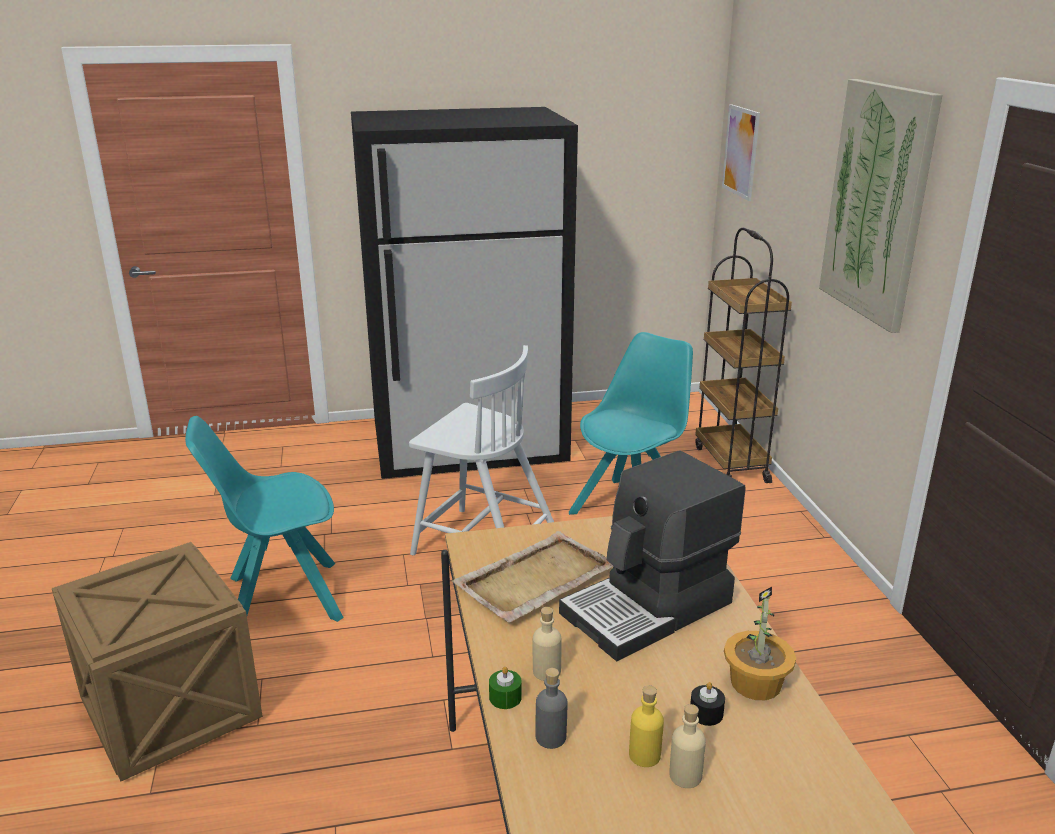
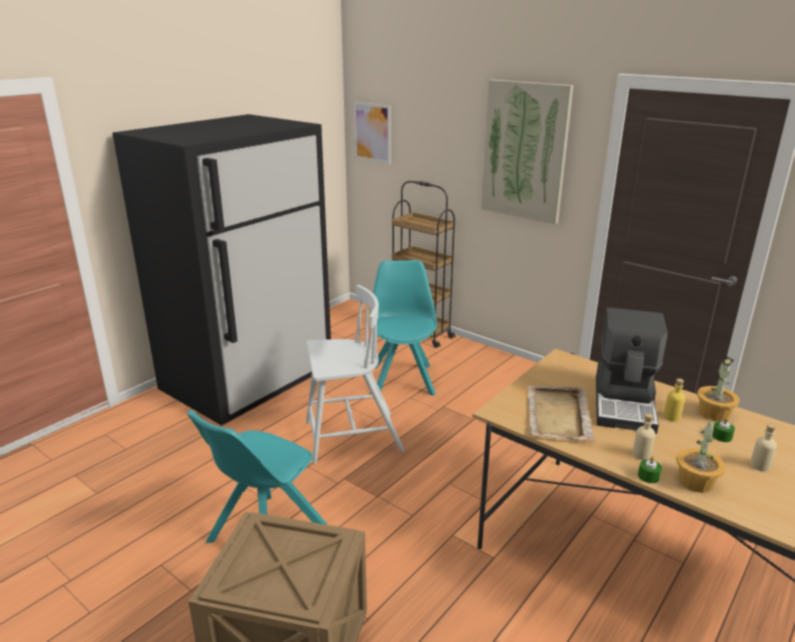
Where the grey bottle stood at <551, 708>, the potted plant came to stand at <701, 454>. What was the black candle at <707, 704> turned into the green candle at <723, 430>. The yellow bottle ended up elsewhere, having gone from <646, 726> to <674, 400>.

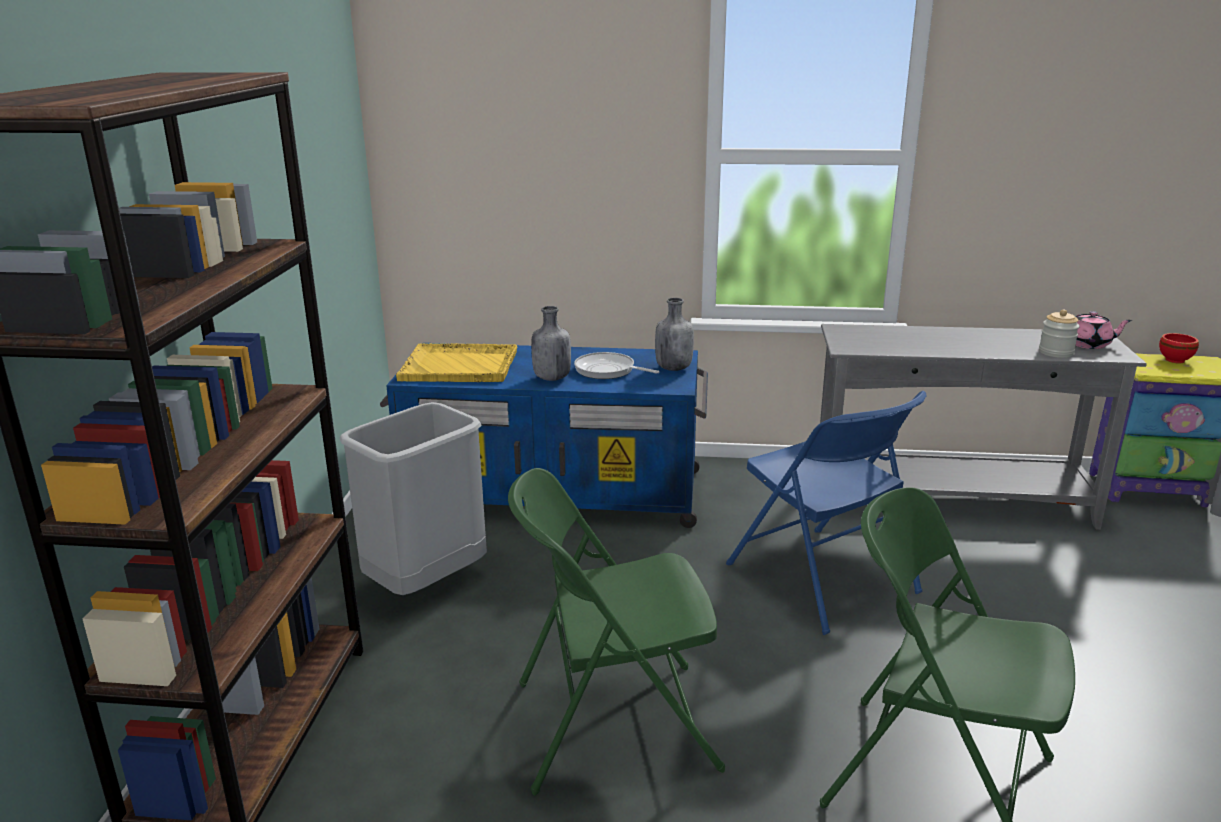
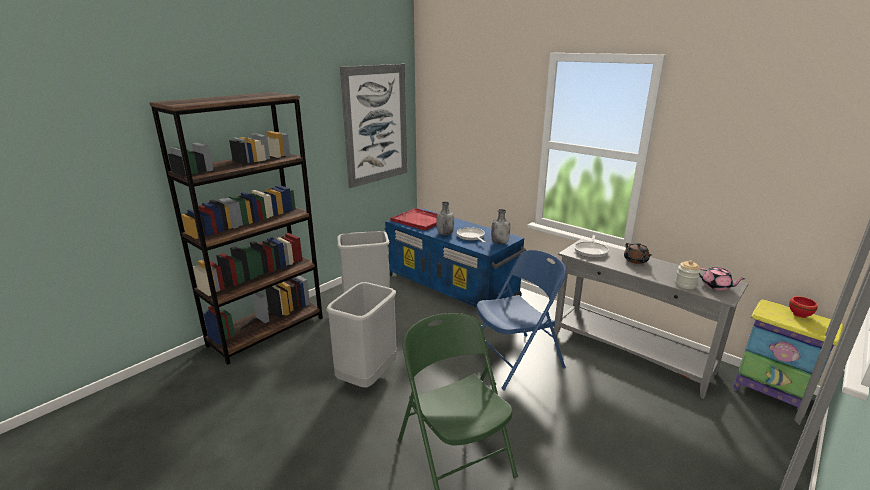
What was the yellow tray at <456, 362> turned into the red tray at <413, 219>. The blue chair at <826, 513> ended up facing another way, 120 degrees counterclockwise from before. Where the green chair stood at <616, 632>, the grey trash can came to stand at <361, 335>. The second view gained the picture at <373, 126>. The second view gained the frying pan at <591, 246>. The second view gained the brown teapot at <638, 253>.

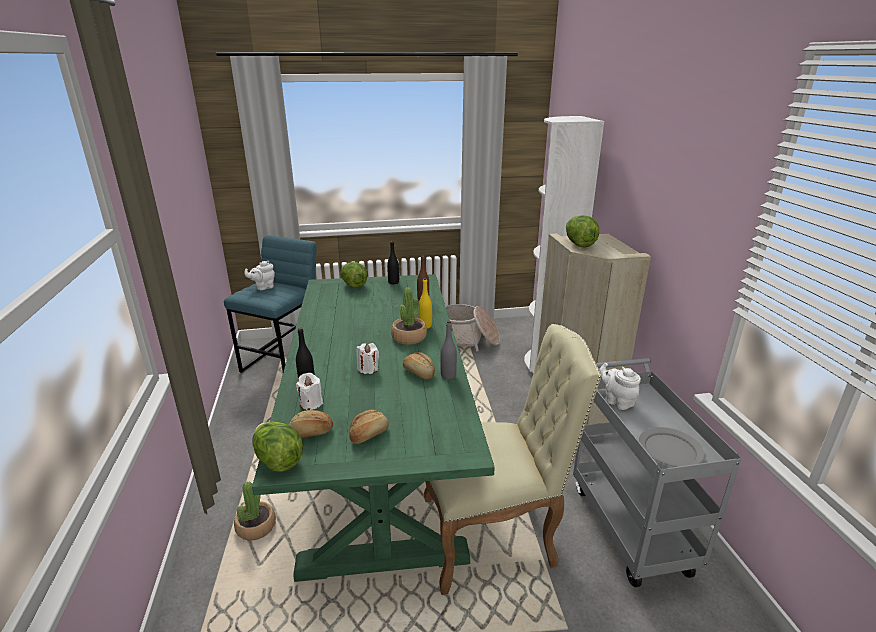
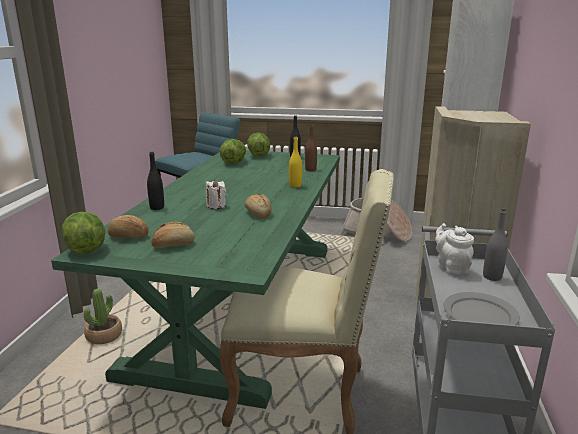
The lettuce ended up elsewhere, having gone from <582, 231> to <233, 151>. The second view lost the white teapot at <259, 275>. The second view lost the potted plant at <409, 316>. The grey bottle ended up elsewhere, having gone from <448, 350> to <495, 244>. The second view lost the white candle at <309, 391>.

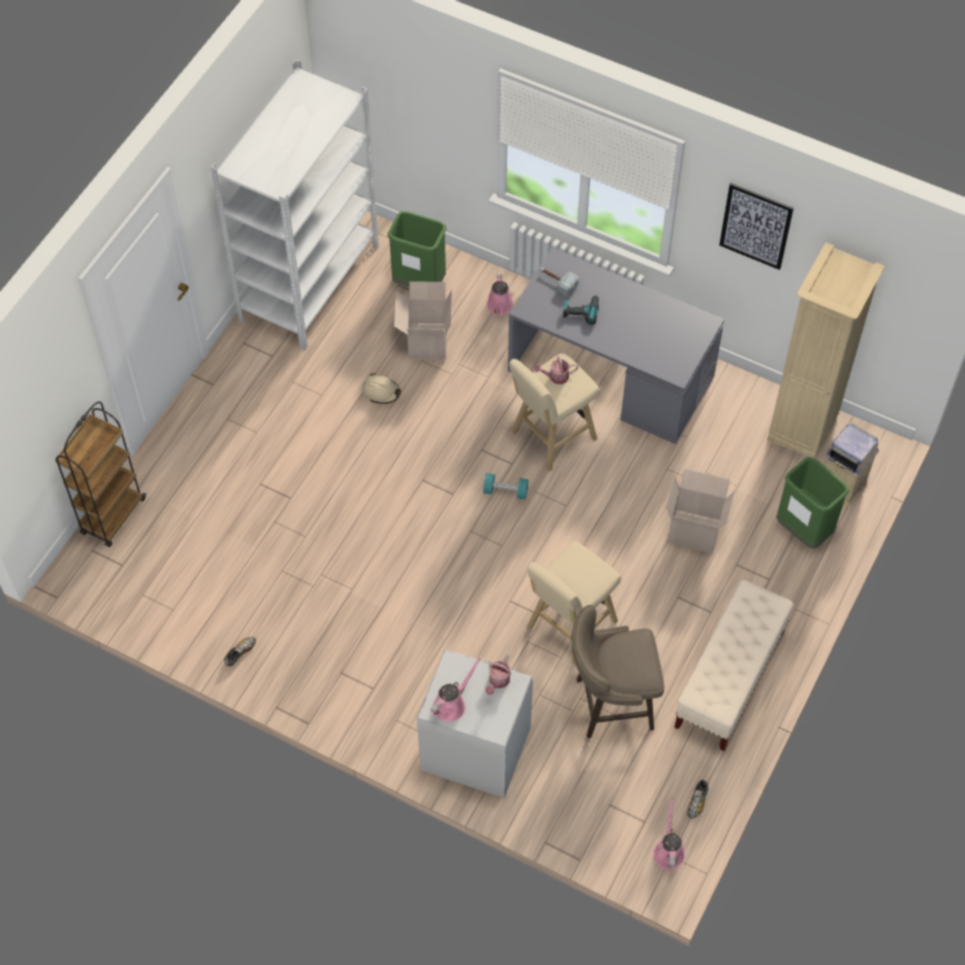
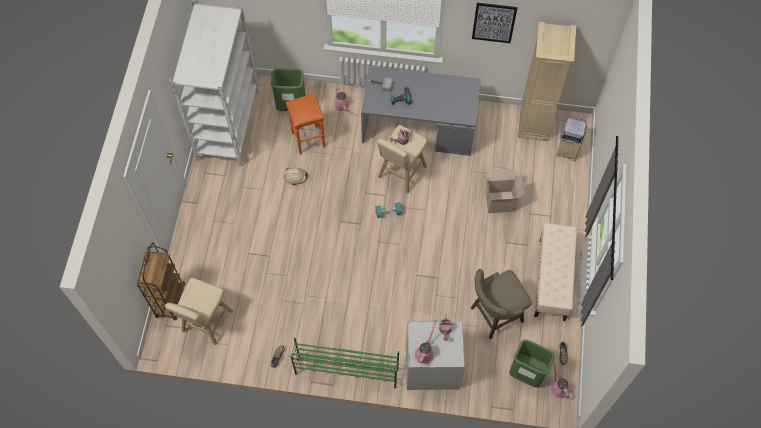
Where the cardboard box stood at <423, 320>, the orange stool came to stand at <305, 124>. The green trash can ended up elsewhere, having gone from <812, 503> to <532, 363>. The beige stool ended up elsewhere, having gone from <574, 603> to <199, 311>. The second view gained the green shoe rack at <344, 362>.

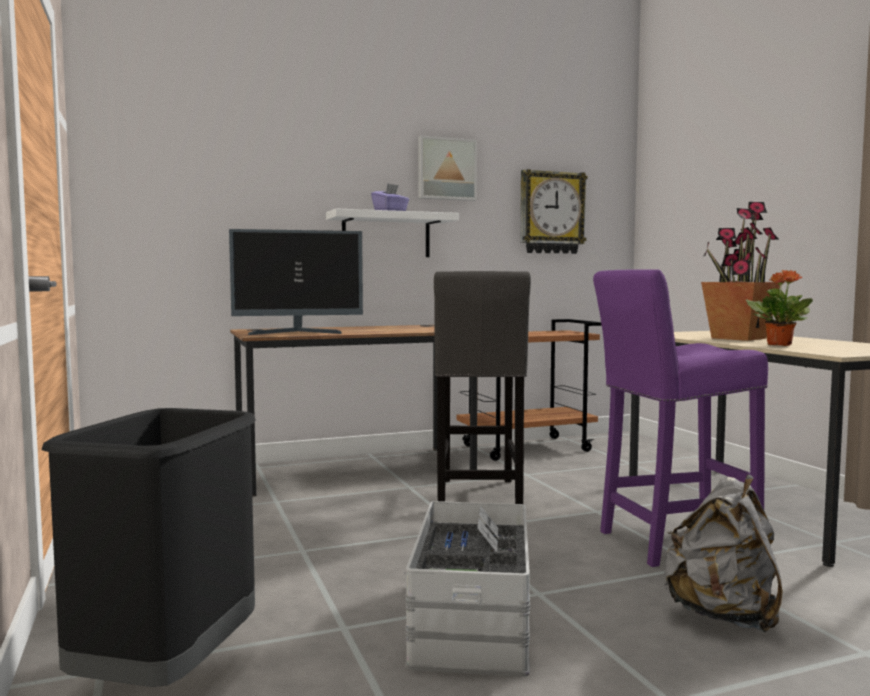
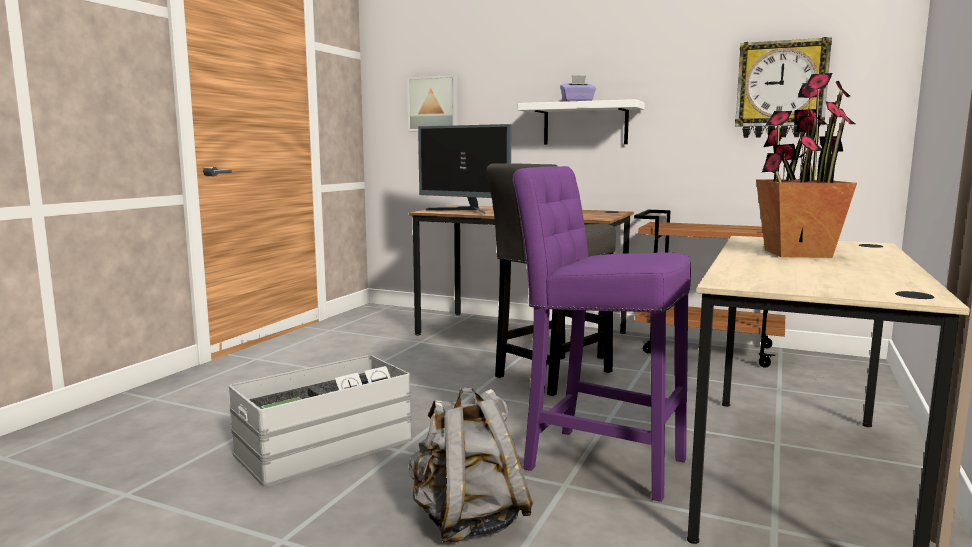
The picture ended up elsewhere, having gone from <447, 168> to <432, 103>. The second view lost the potted plant at <779, 308>. The second view lost the black trash can at <148, 547>.

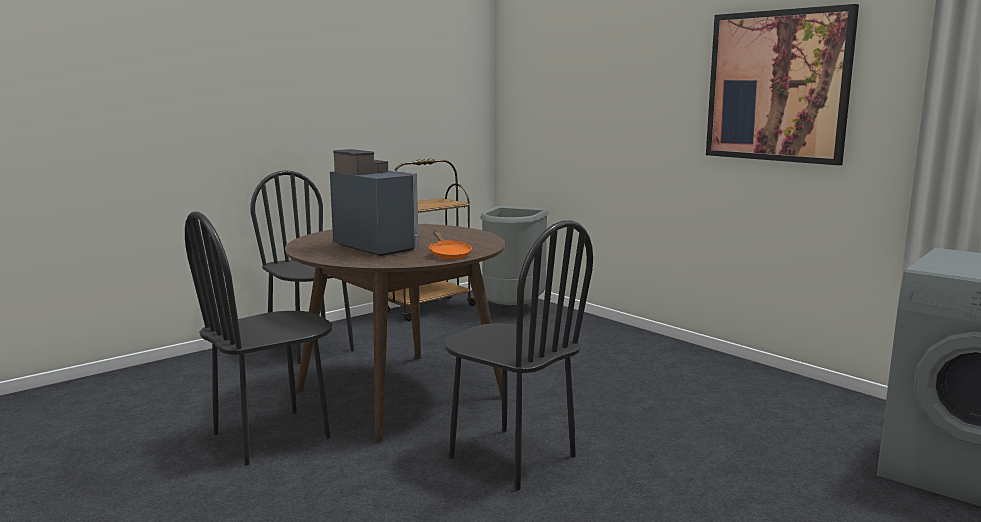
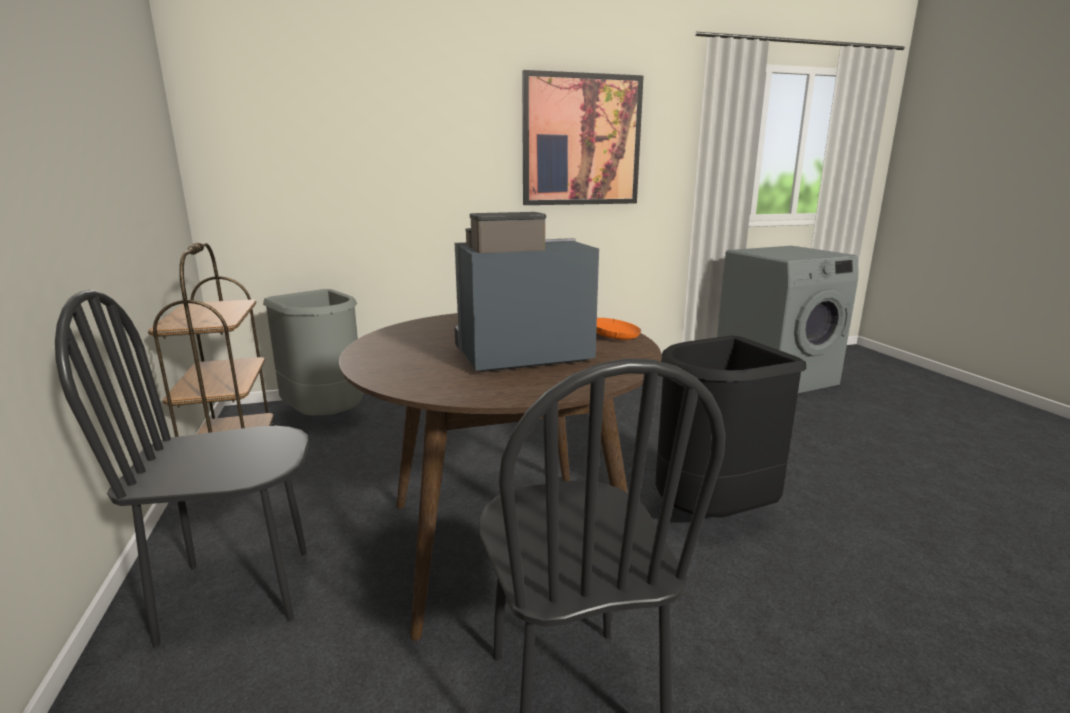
Where the black chair stood at <518, 355>, the black trash can came to stand at <730, 426>.

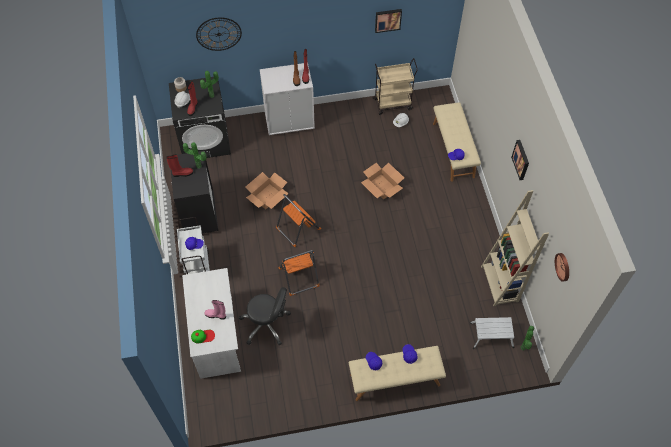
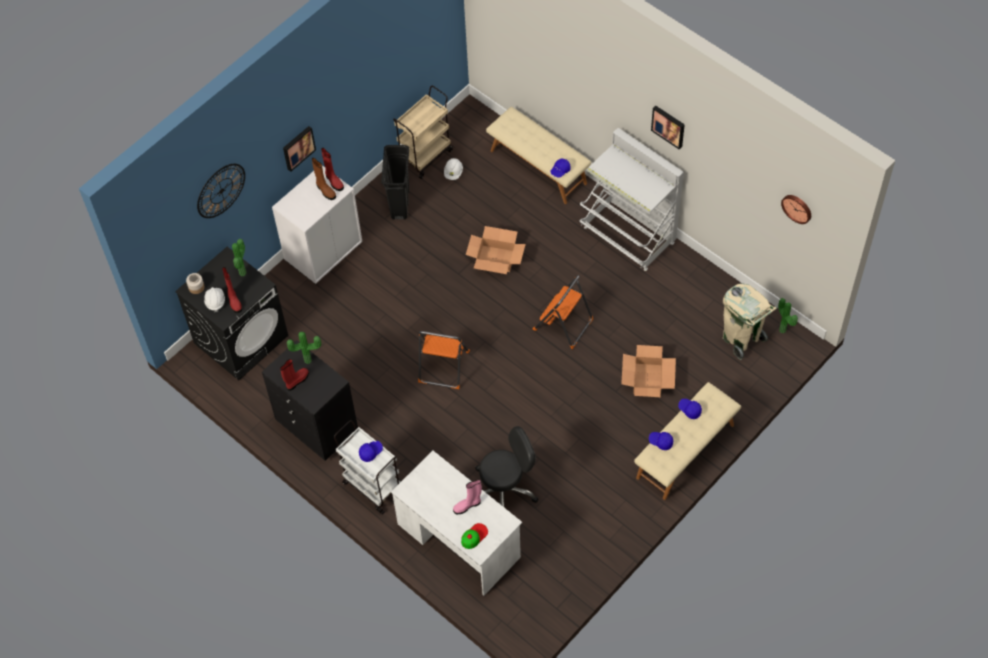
The picture ended up elsewhere, having gone from <388, 21> to <299, 149>. The cardboard box ended up elsewhere, having gone from <267, 190> to <648, 371>. The second view lost the beige bookcase at <515, 248>. The orange step ladder ended up elsewhere, having gone from <298, 273> to <562, 312>. Where the white step ladder stood at <492, 333>, the beige trash can came to stand at <750, 321>. The second view gained the white shoe rack at <632, 199>. The second view gained the black trash can at <395, 182>.

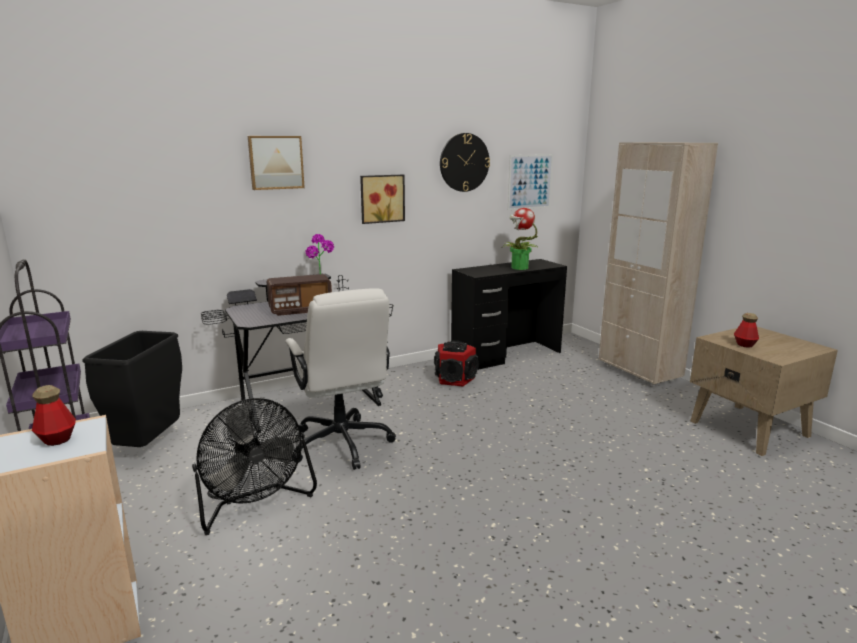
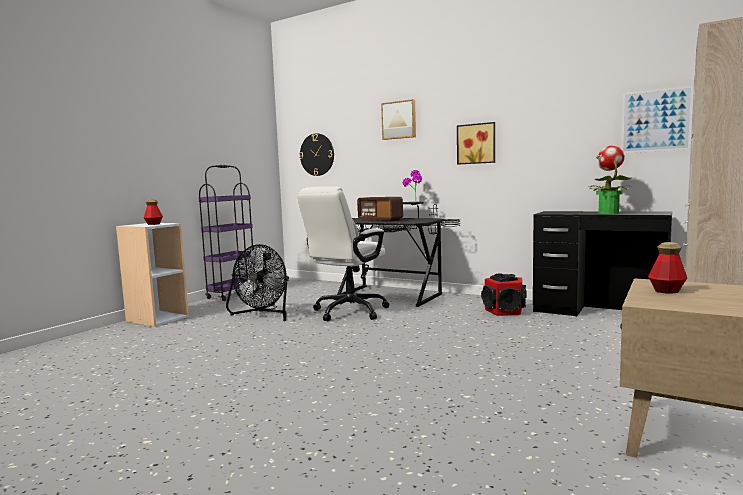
The wall clock ended up elsewhere, having gone from <465, 162> to <316, 154>. The second view lost the black trash can at <132, 389>.

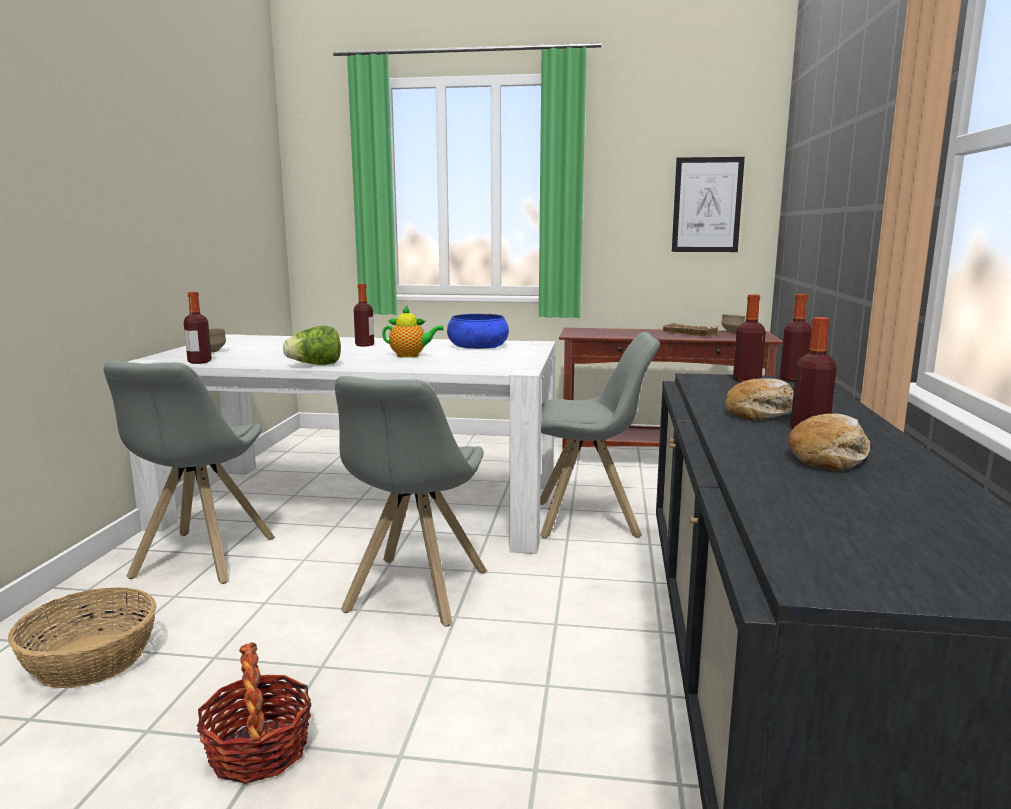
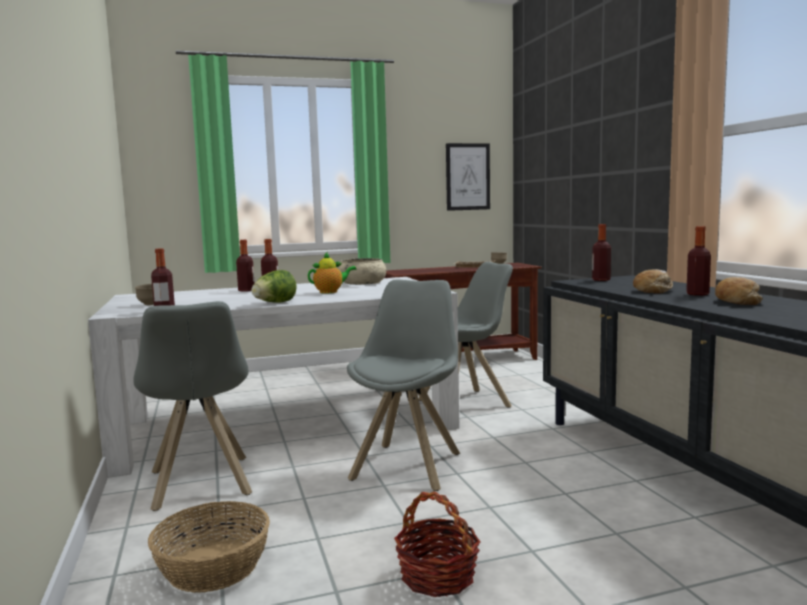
The bottle ended up elsewhere, having gone from <796, 337> to <245, 266>. What was the blue bowl at <478, 331> turned into the beige bowl at <362, 271>. The grey chair at <411, 501> ended up facing another way, 150 degrees counterclockwise from before.

